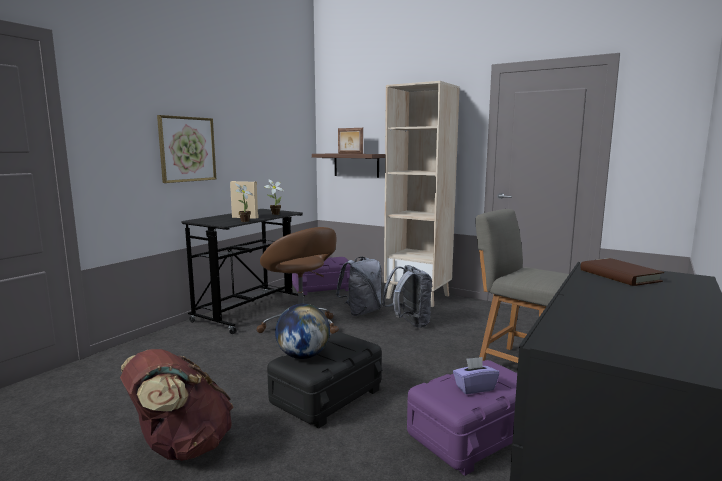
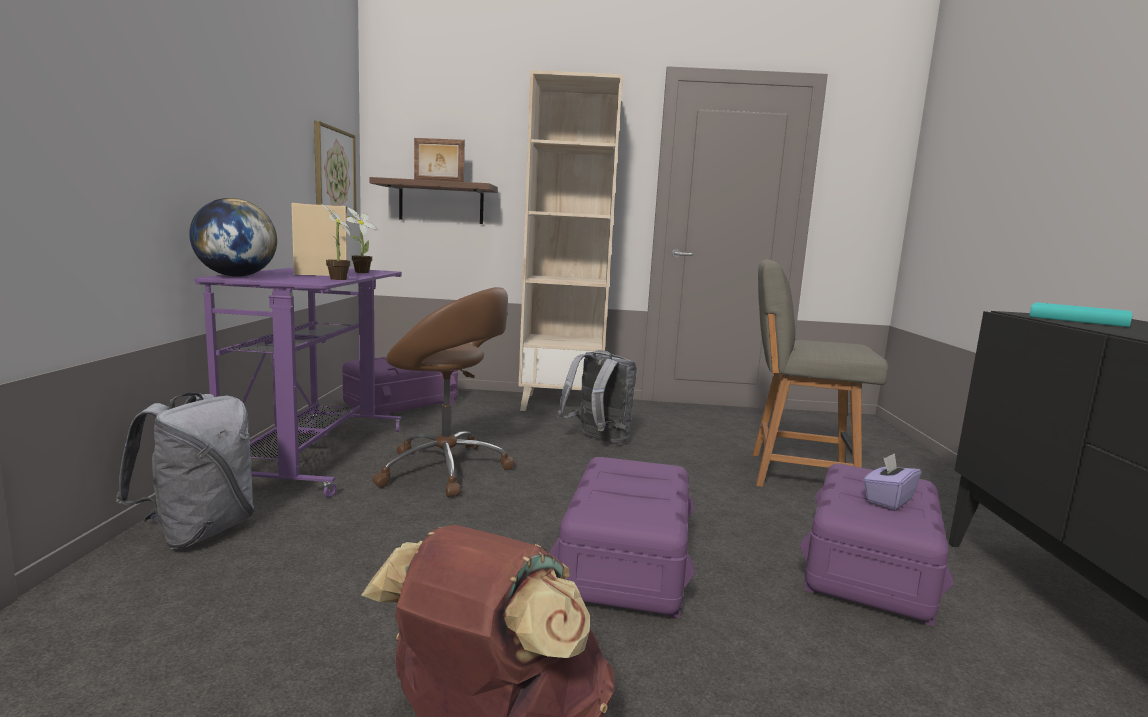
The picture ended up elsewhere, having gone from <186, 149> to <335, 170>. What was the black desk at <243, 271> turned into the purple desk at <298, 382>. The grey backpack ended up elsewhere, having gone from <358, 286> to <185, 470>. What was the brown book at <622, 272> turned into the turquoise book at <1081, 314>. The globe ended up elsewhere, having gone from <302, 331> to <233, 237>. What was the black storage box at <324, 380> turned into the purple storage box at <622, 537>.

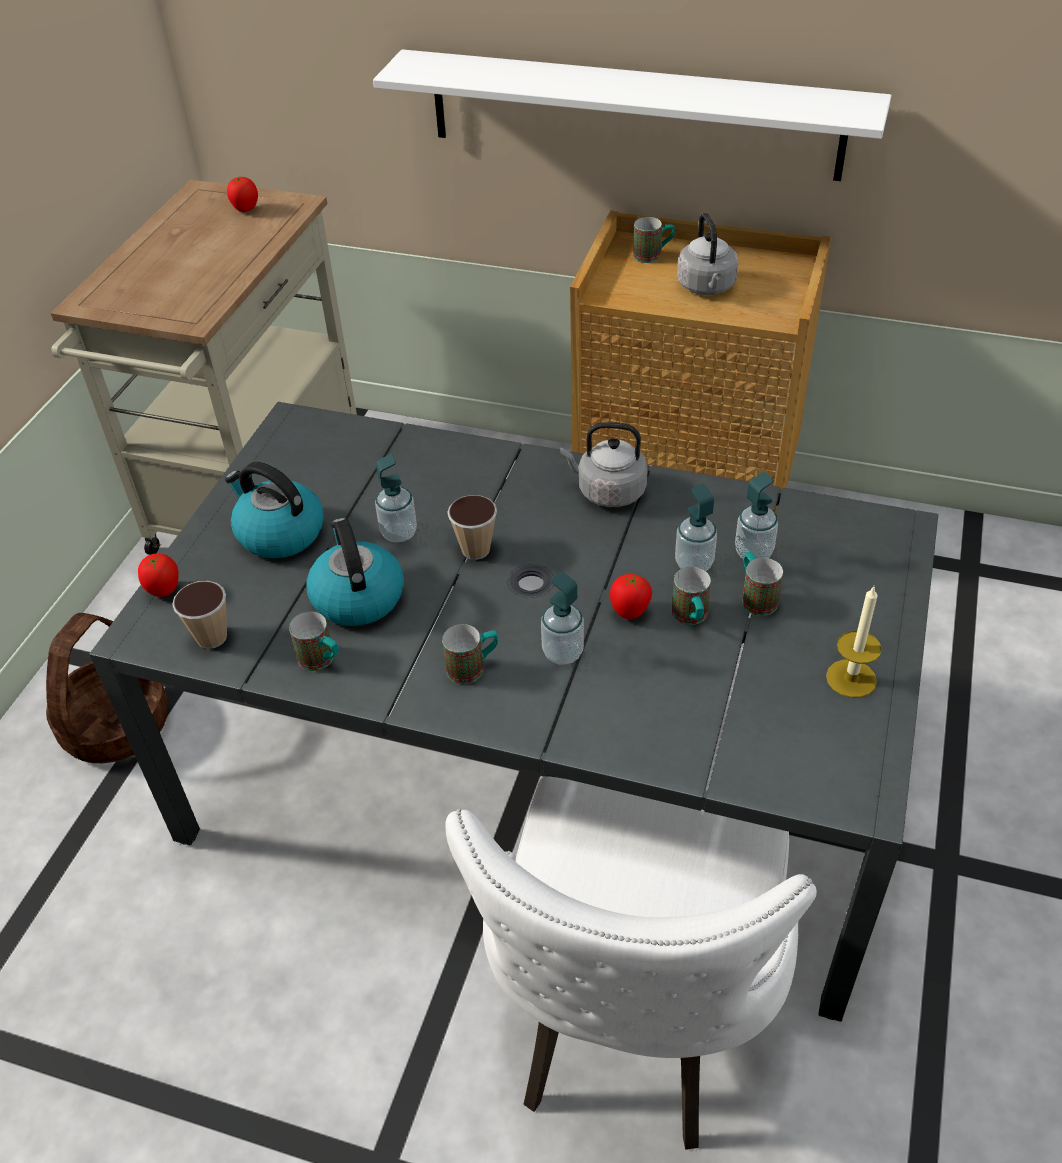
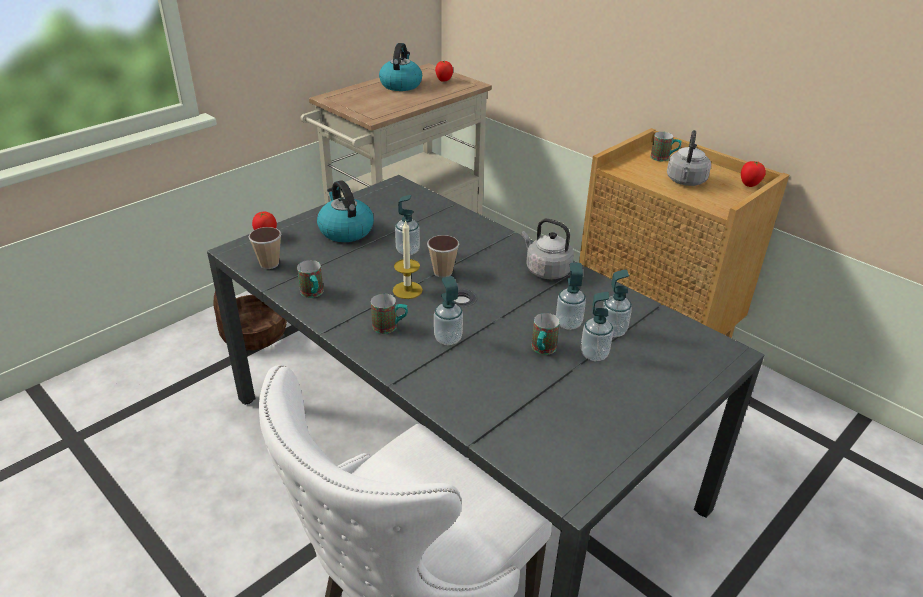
The second view lost the white shelf at <632, 115>. The kettle ended up elsewhere, having gone from <355, 572> to <400, 67>. Where the mug stood at <762, 584>, the soap dispenser came to stand at <597, 326>. The tomato ended up elsewhere, having gone from <631, 596> to <753, 174>. The candle ended up elsewhere, having gone from <854, 642> to <408, 259>.

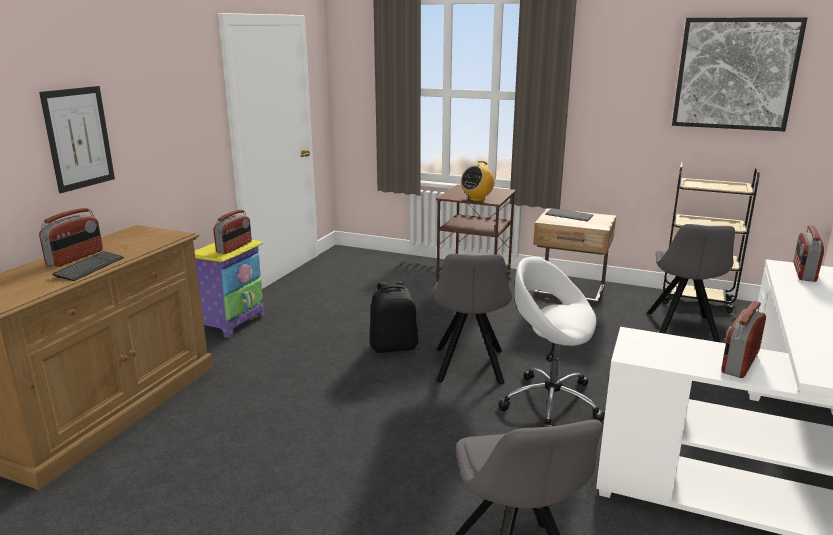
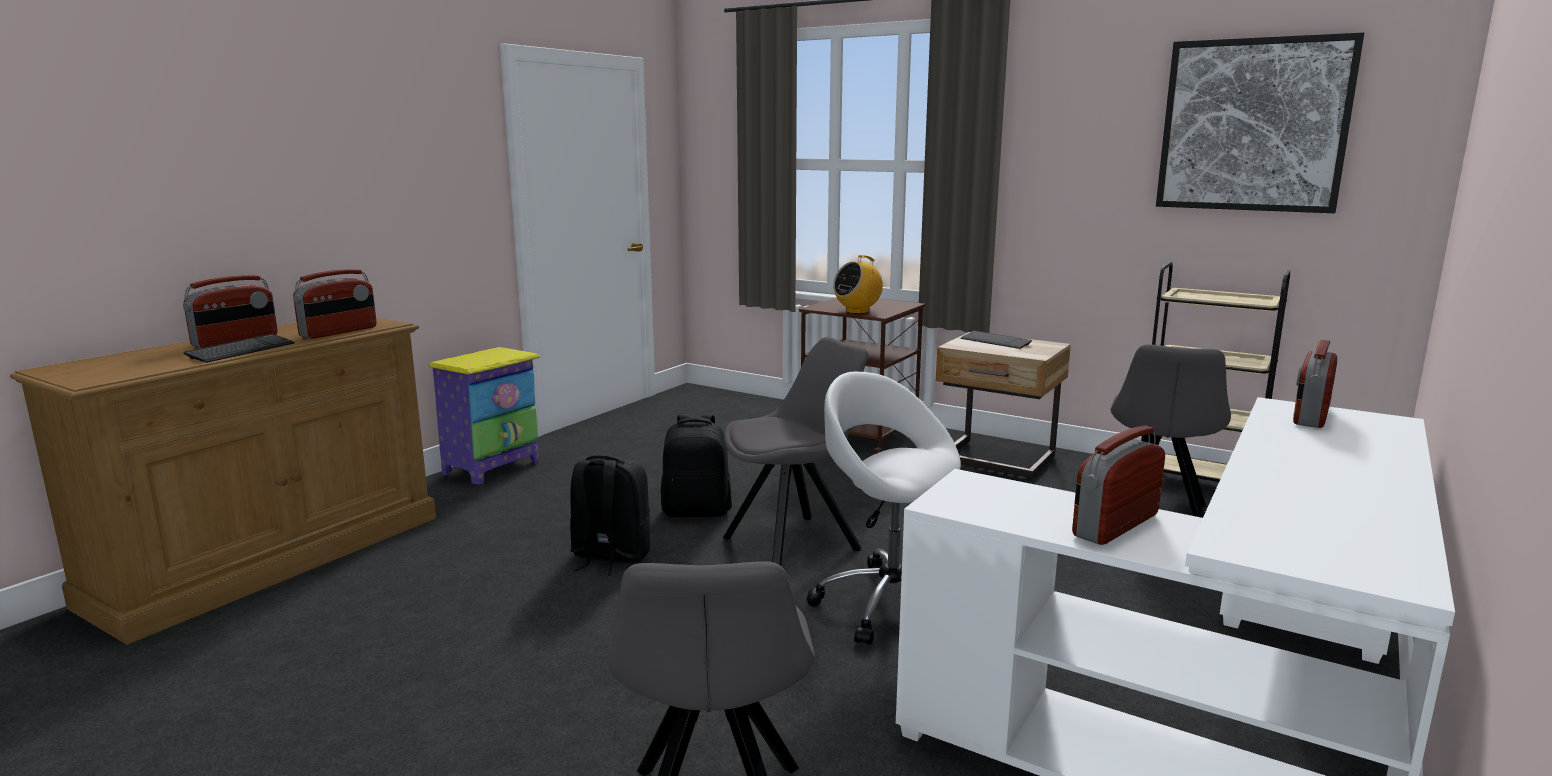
The second view lost the picture at <77, 139>. The radio ended up elsewhere, having gone from <232, 232> to <335, 304>. The grey chair at <472, 319> ended up facing another way, 135 degrees counterclockwise from before. The second view gained the black backpack at <610, 515>.

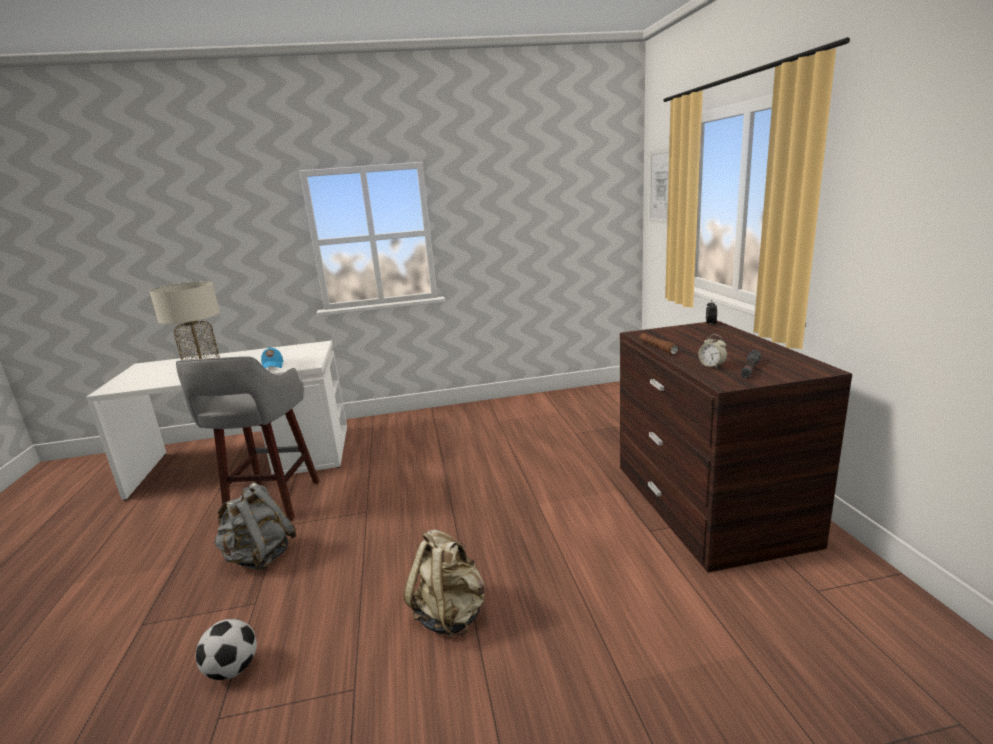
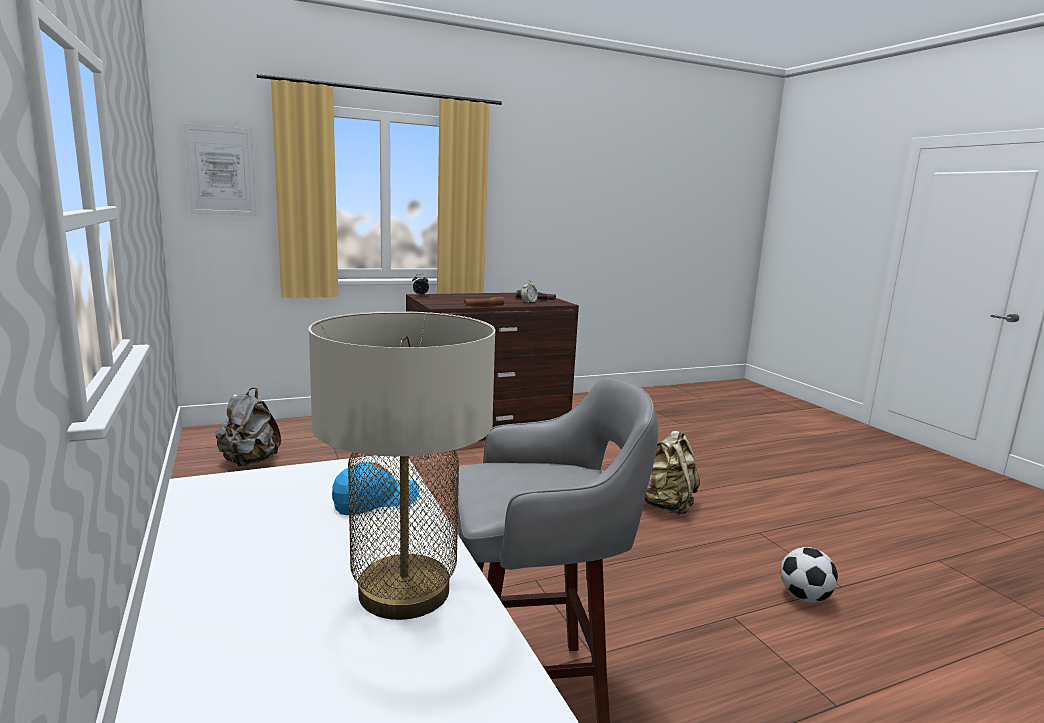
The grey backpack ended up elsewhere, having gone from <255, 527> to <248, 426>.

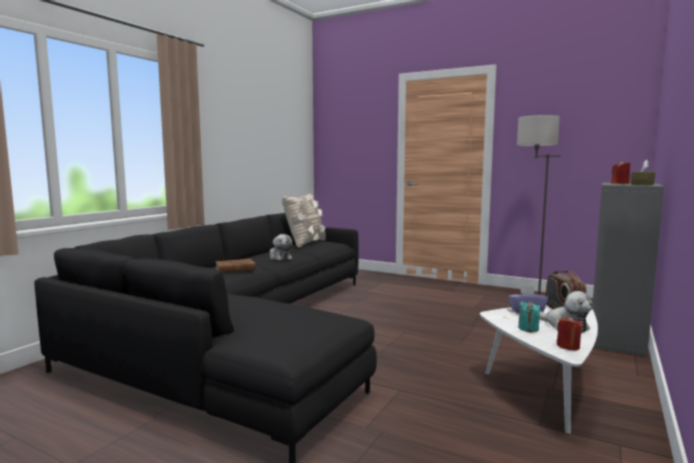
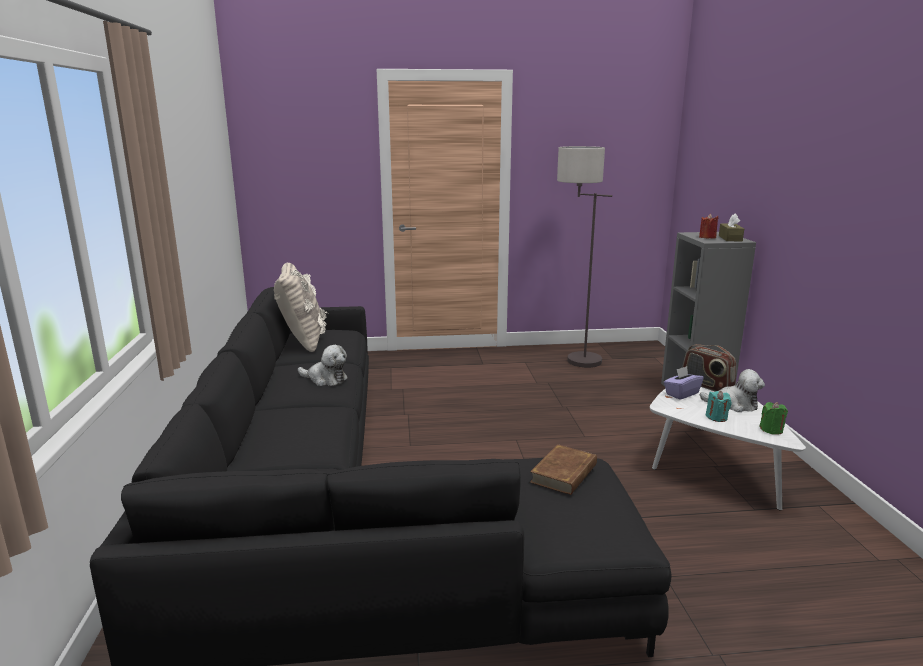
The brown book ended up elsewhere, having gone from <235, 266> to <563, 469>. What was the red candle at <569, 333> turned into the green candle at <773, 418>.

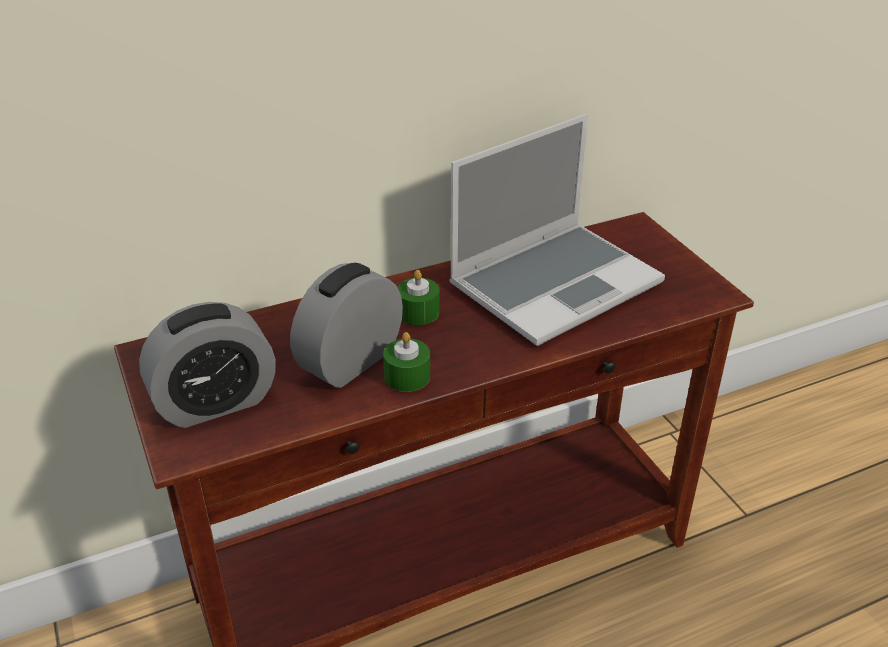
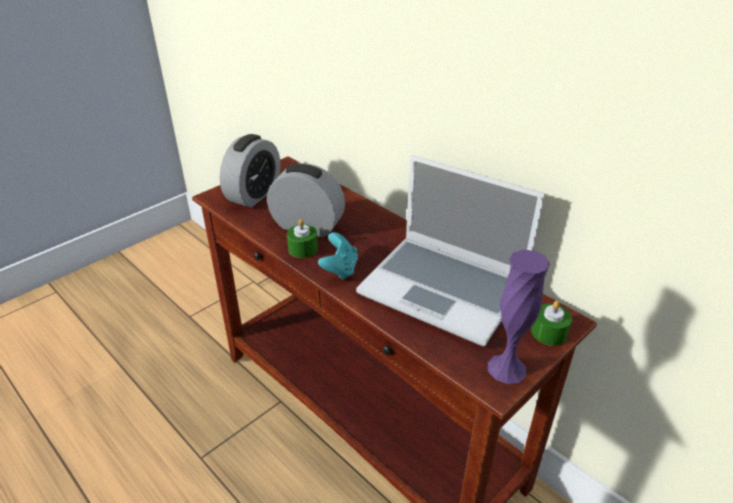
The green candle ended up elsewhere, having gone from <418, 297> to <551, 323>. The alarm clock at <207, 365> ended up facing another way, 105 degrees counterclockwise from before. The second view gained the turquoise game controller at <338, 256>. The second view gained the purple vase at <519, 317>.

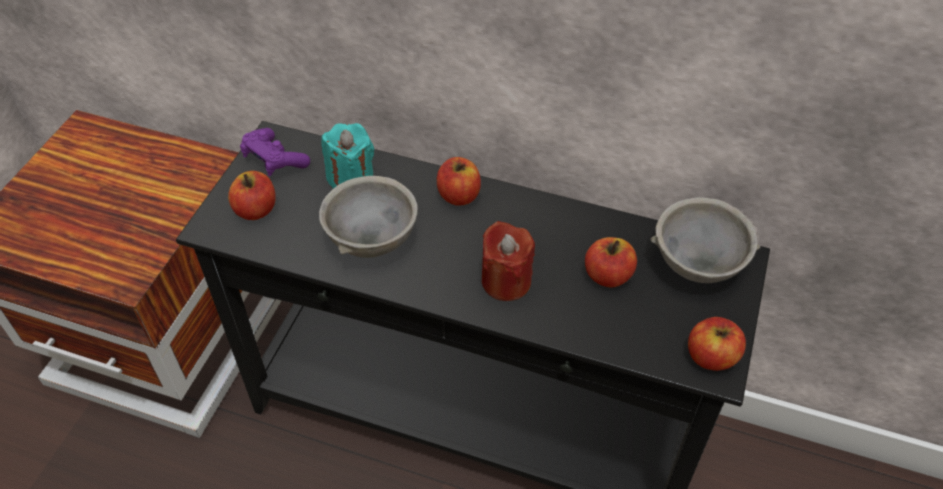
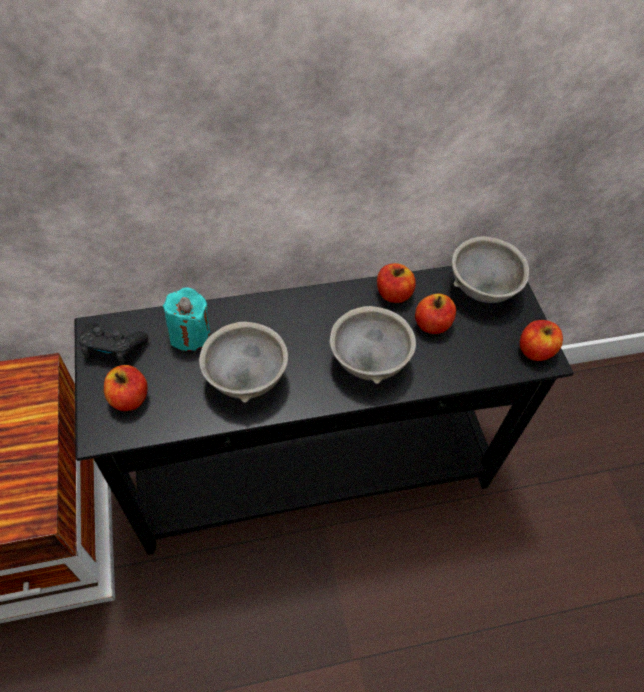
What was the purple game controller at <275, 152> turned into the black game controller at <113, 343>. The apple ended up elsewhere, having gone from <459, 181> to <396, 283>. Where the red candle stood at <508, 261>, the grey bowl came to stand at <372, 345>.

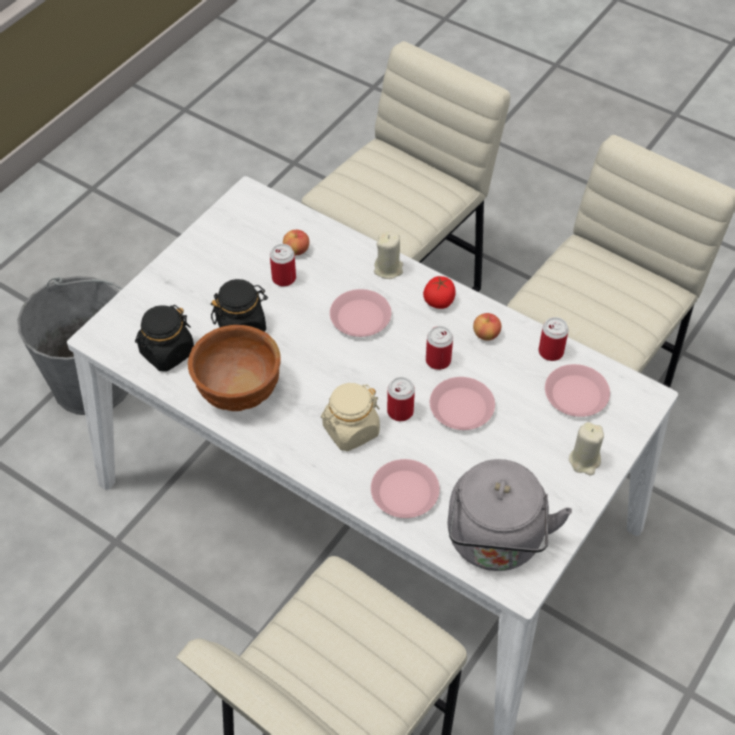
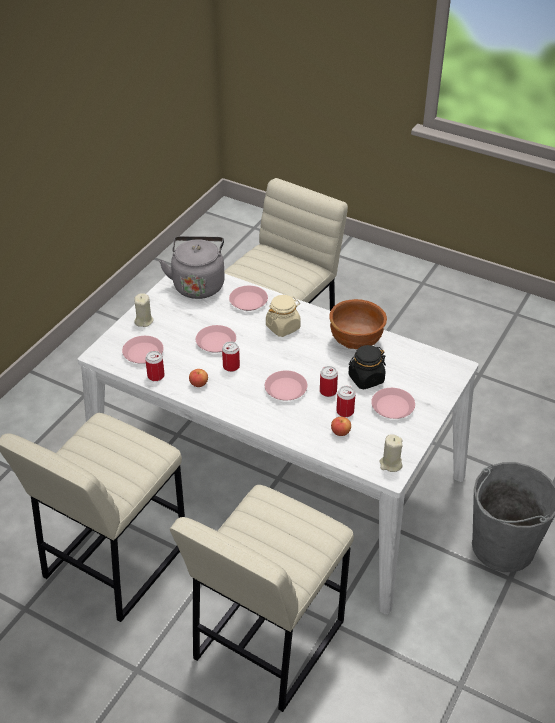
The beige candle ended up elsewhere, having gone from <388, 255> to <391, 453>. The second view lost the tomato at <439, 292>. The second view lost the black jar at <164, 338>. The can ended up elsewhere, having gone from <401, 399> to <329, 381>. The second view gained the pink plate at <393, 403>.

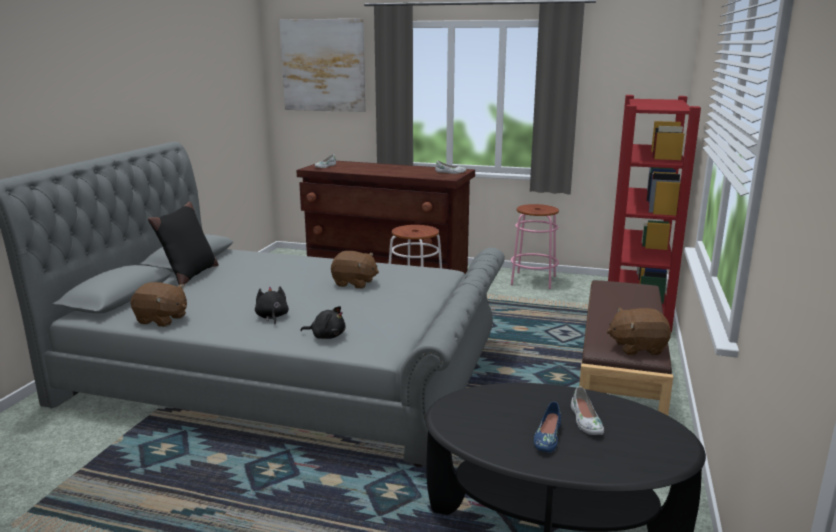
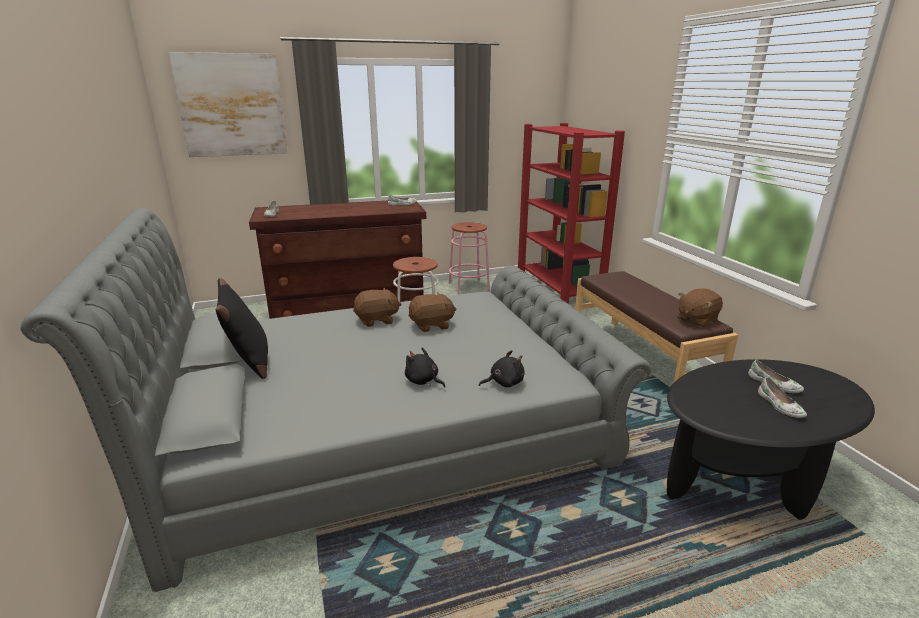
The brown plush toy ended up elsewhere, having gone from <158, 304> to <377, 307>. What was the blue shoe at <547, 427> turned into the white shoe at <782, 397>.

